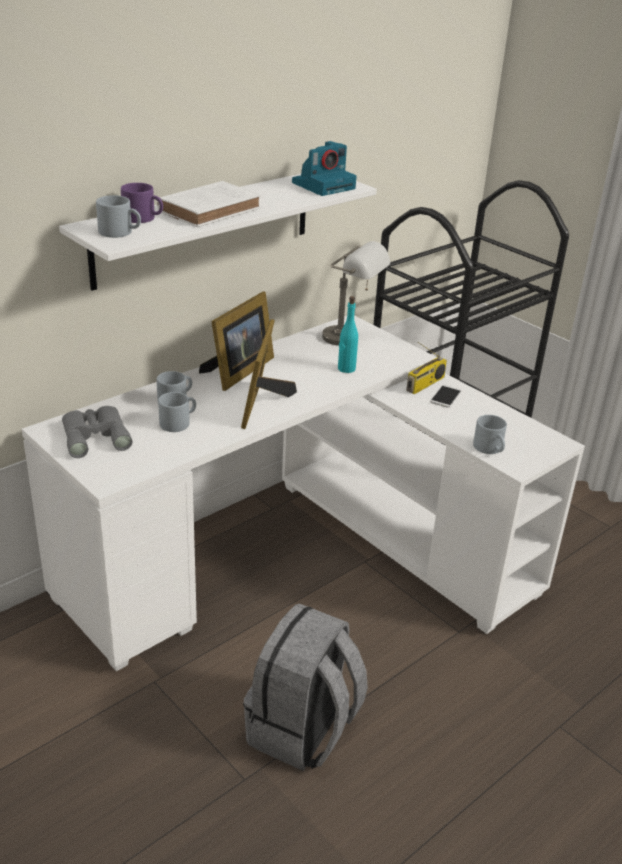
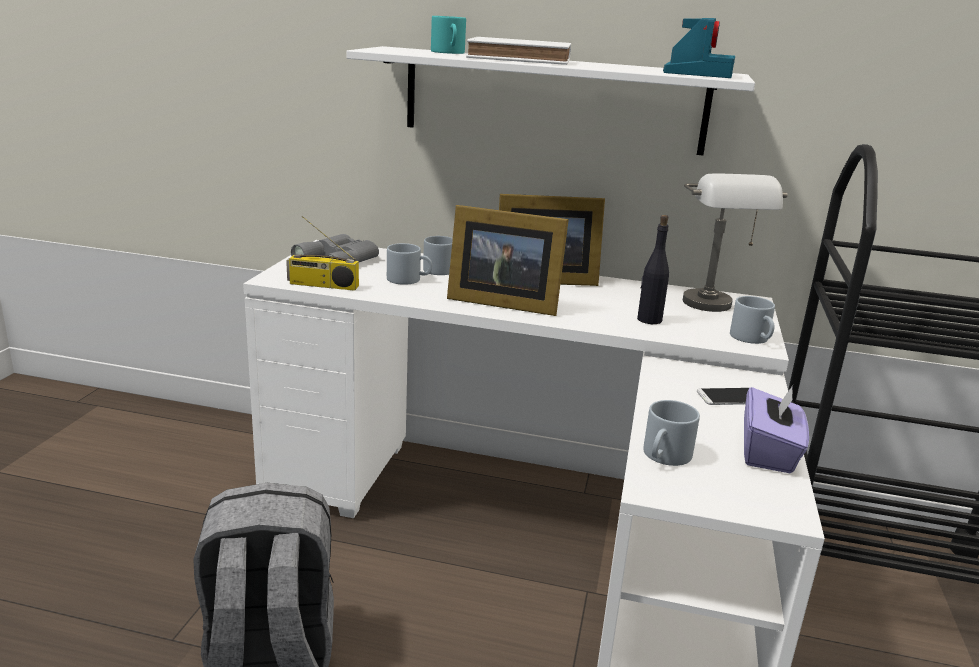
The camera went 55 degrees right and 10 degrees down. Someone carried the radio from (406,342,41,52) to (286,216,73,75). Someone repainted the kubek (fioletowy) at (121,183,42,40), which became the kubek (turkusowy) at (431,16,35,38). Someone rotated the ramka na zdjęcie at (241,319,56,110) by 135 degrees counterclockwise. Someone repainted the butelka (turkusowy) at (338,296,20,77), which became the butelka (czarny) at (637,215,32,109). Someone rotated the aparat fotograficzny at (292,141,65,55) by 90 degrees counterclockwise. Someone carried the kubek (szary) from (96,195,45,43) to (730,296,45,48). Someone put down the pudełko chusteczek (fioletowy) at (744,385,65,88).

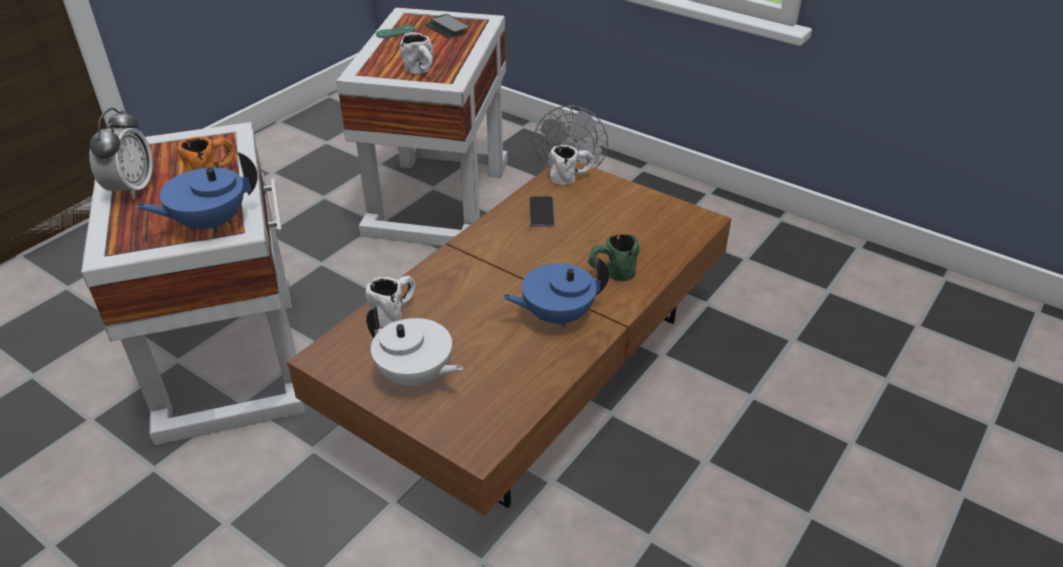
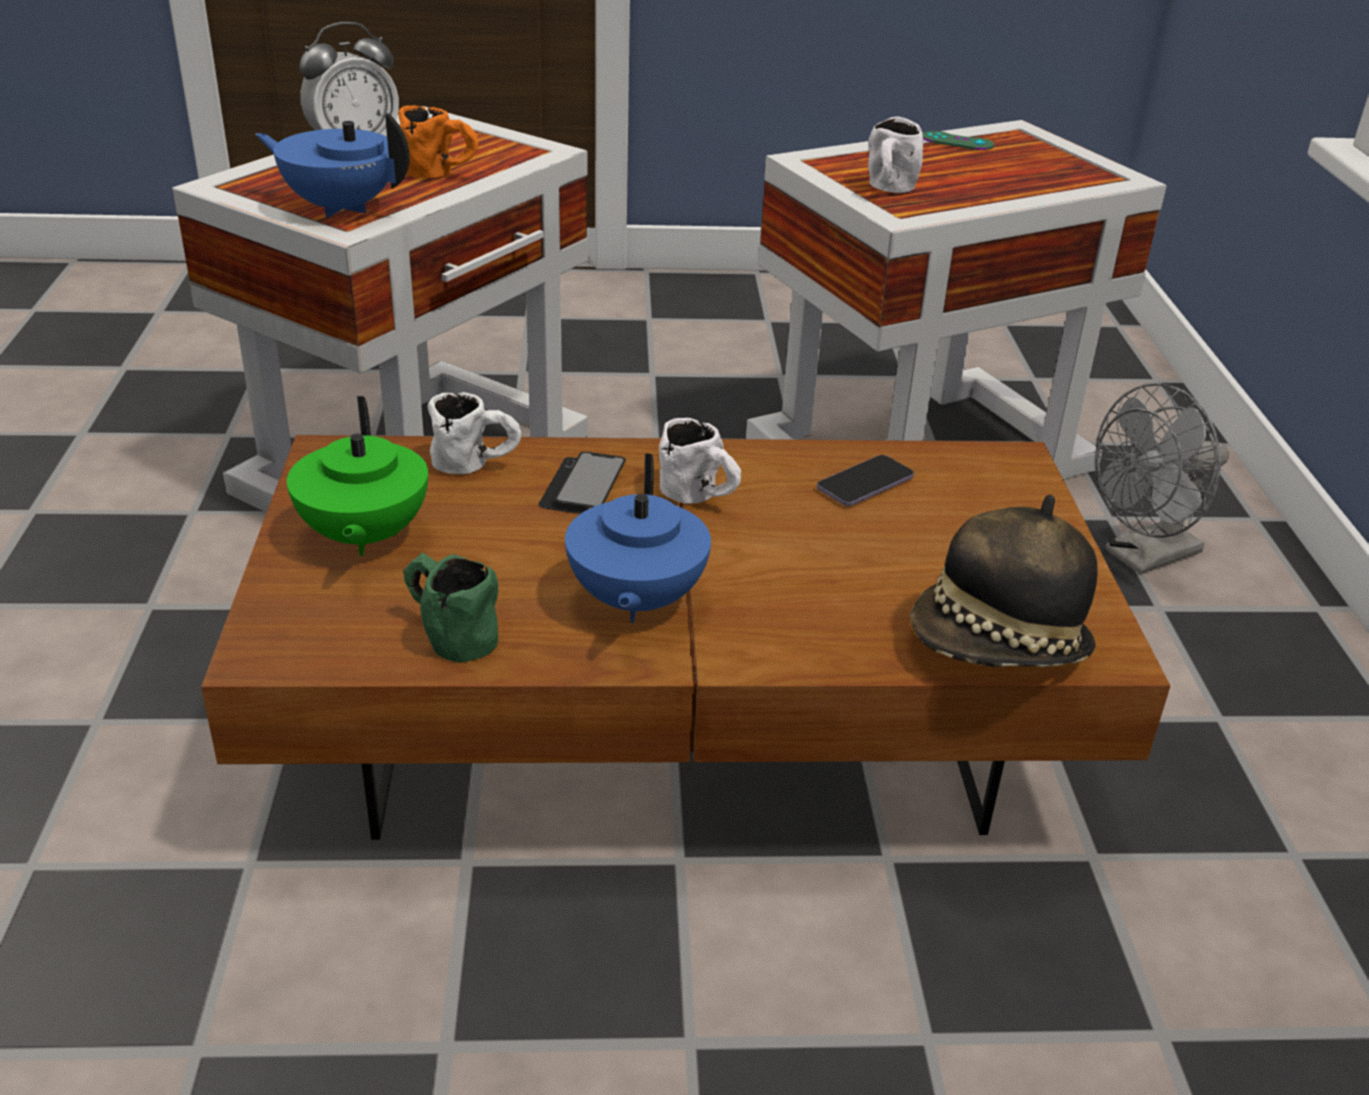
The camera went 50 degrees right and 5 degrees down. Someone repainted the imbryk (biały) at (366,307,97,81), which became the imbryk (zielony) at (287,396,141,160). Someone carried the kubek (zielony) from (588,234,52,47) to (403,552,95,110). Someone carried the telefon from (425,14,45,24) to (538,452,88,62). Someone rotated the imbryk (niebieski) at (502,257,107,70) by 120 degrees counterclockwise. Someone carried the kubek (biały) from (550,145,44,40) to (659,418,82,86). Someone put down the kapelusz at (910,495,187,172).

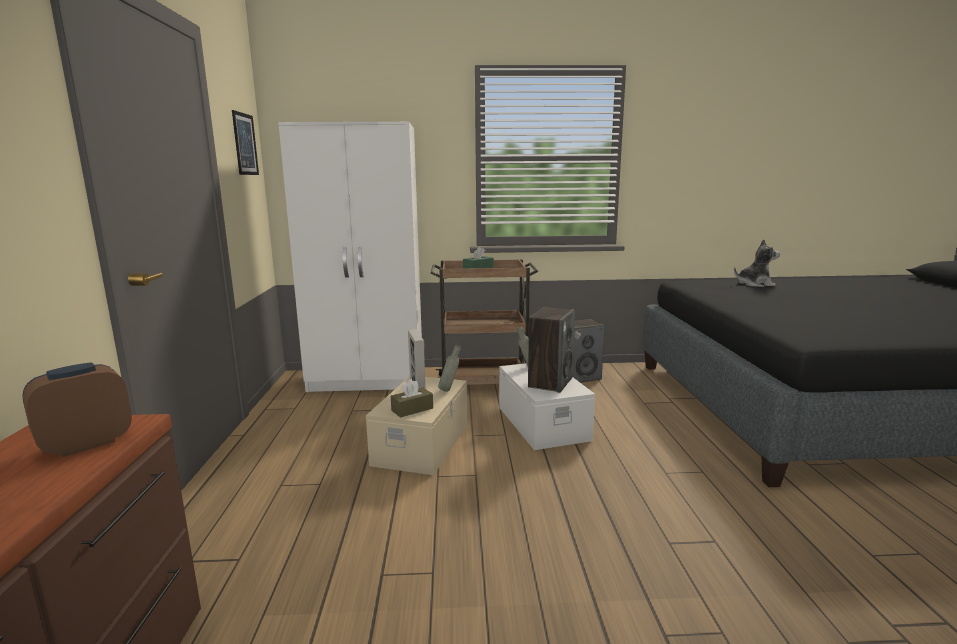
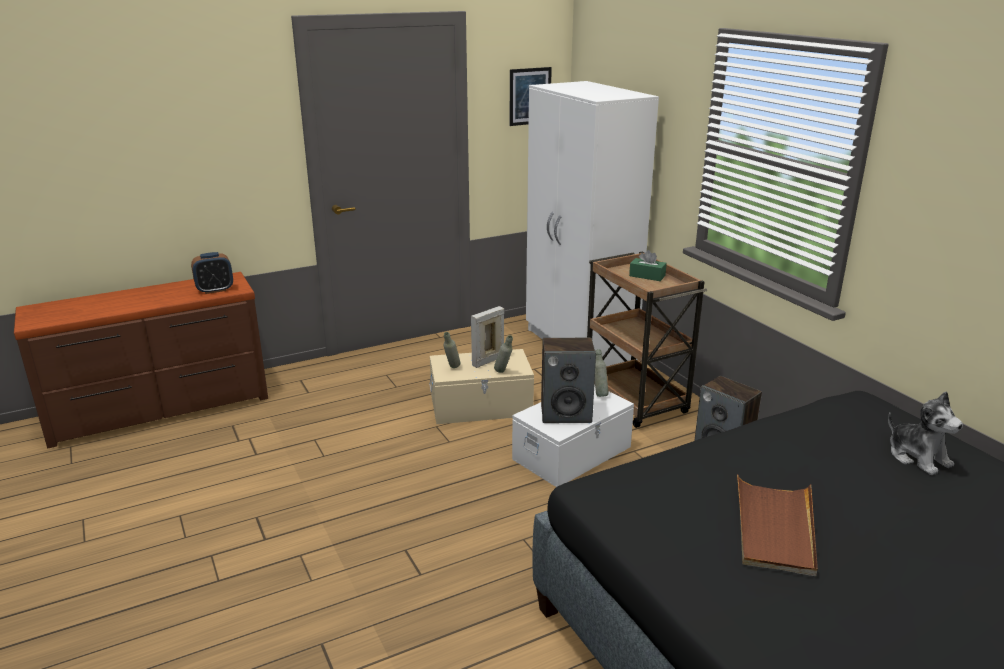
The camera went 65 degrees right and 10 degrees up. Someone rotated the budzik at (22,362,110,95) by 135 degrees clockwise. Someone swapped the pudełko chusteczek (brązowy) at (391,379,42,39) for the butelka (szary) at (444,332,16,36). Someone put down the taca (brązowy) at (737,474,81,102).

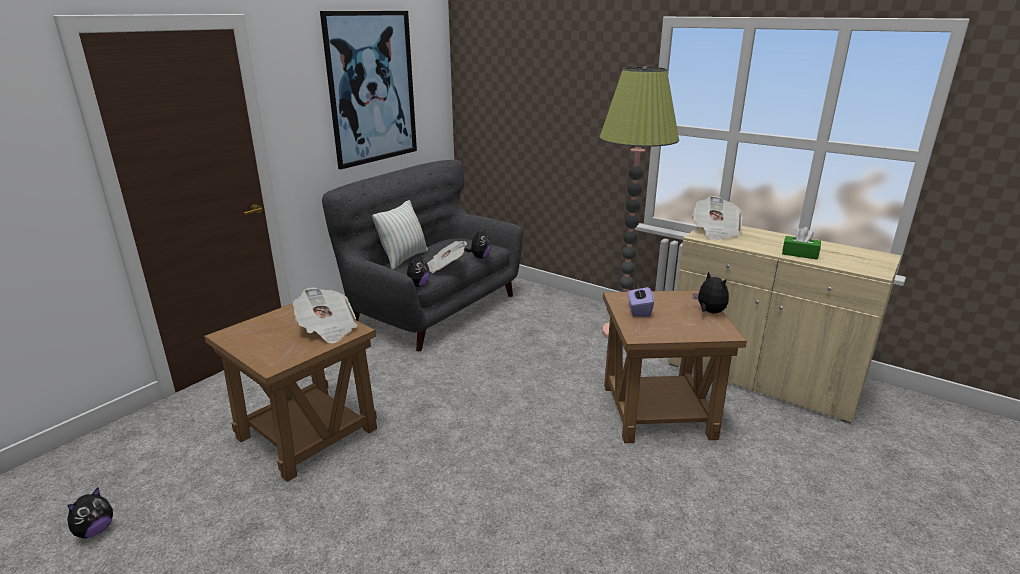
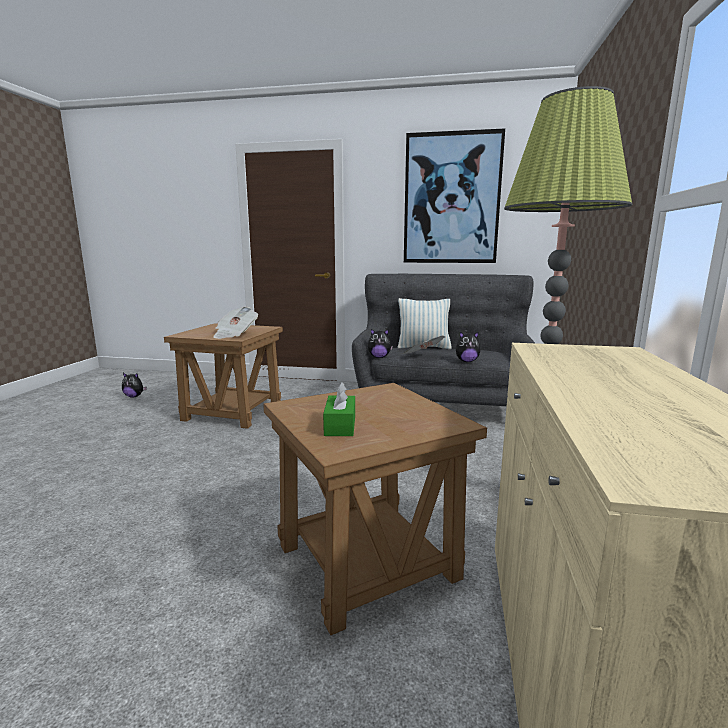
The camera went 65 degrees right and 10 degrees down. Someone carried the pudełko chusteczek (zielony) from (782,227,39,33) to (323,382,32,54). Someone took away the pudełko chusteczek (fioletowy) at (628,286,26,31). Someone took away the gazeta at (692,196,51,44). Someone took away the pluszak at (693,271,36,42).

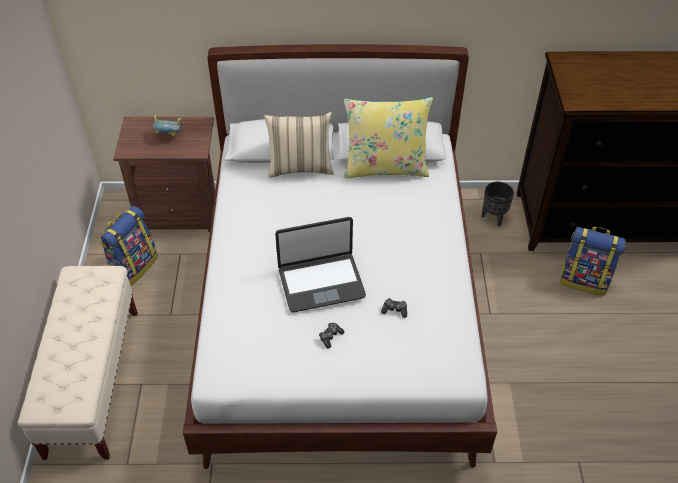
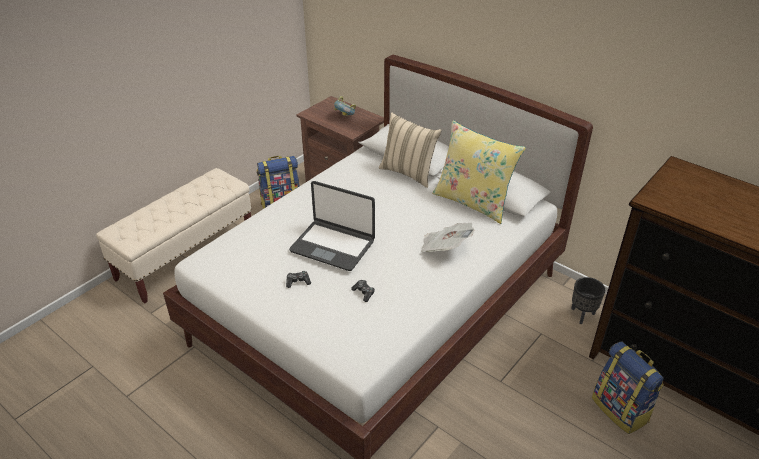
The camera went 40 degrees right and 10 degrees down. Someone put down the gazeta at (421,223,53,29).

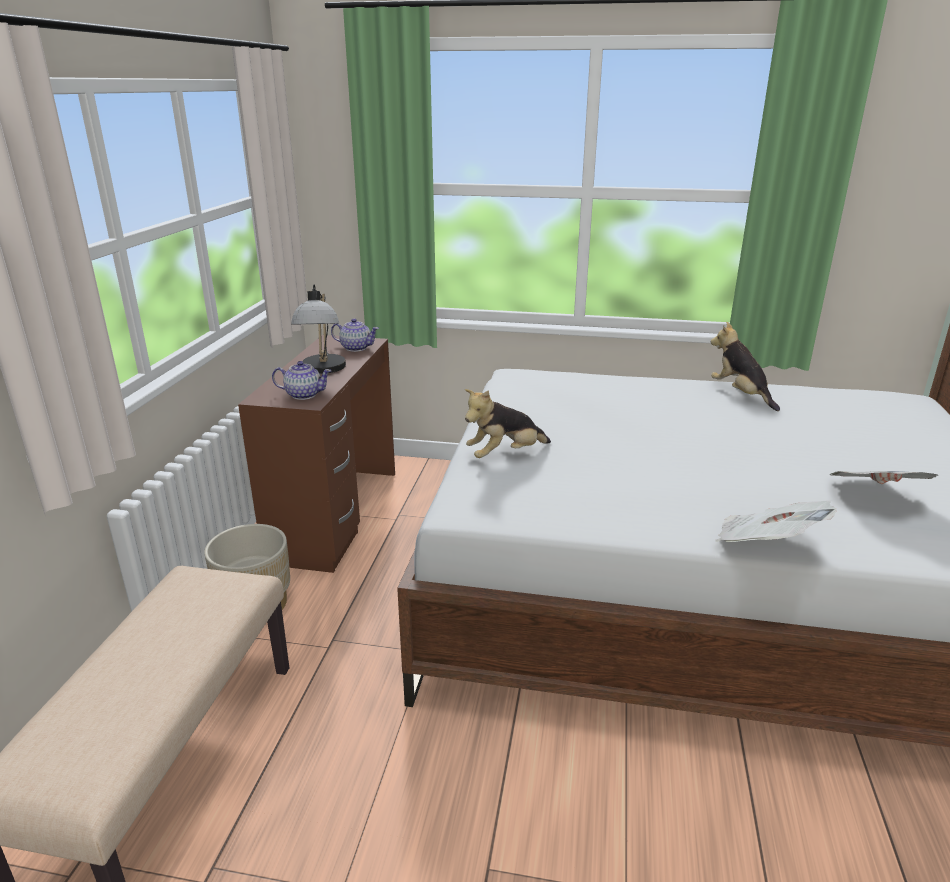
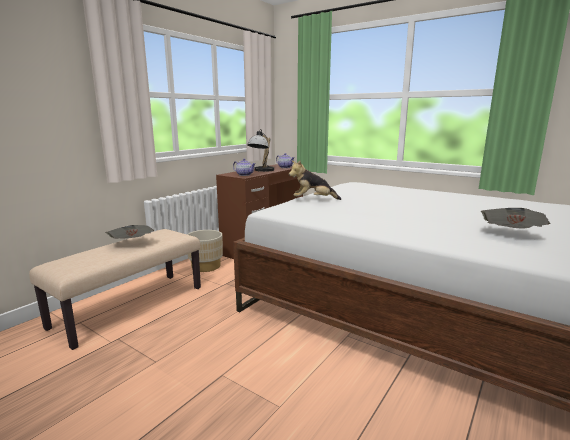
The camera went 25 degrees right and 10 degrees down. Someone carried the gazeta from (716,500,121,42) to (105,225,49,14). Someone took away the pluszak at (711,322,69,89).

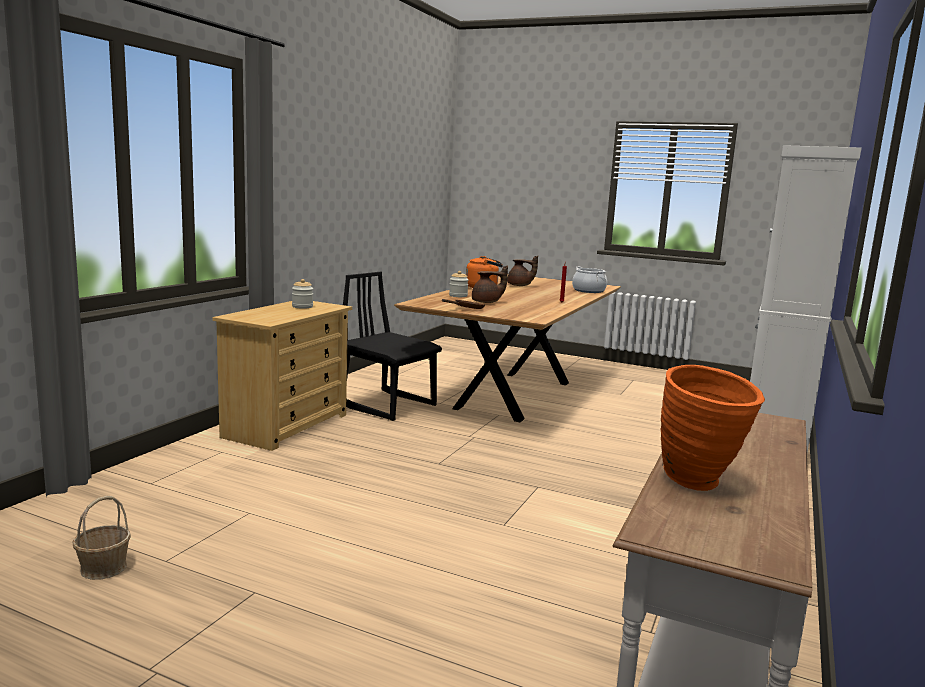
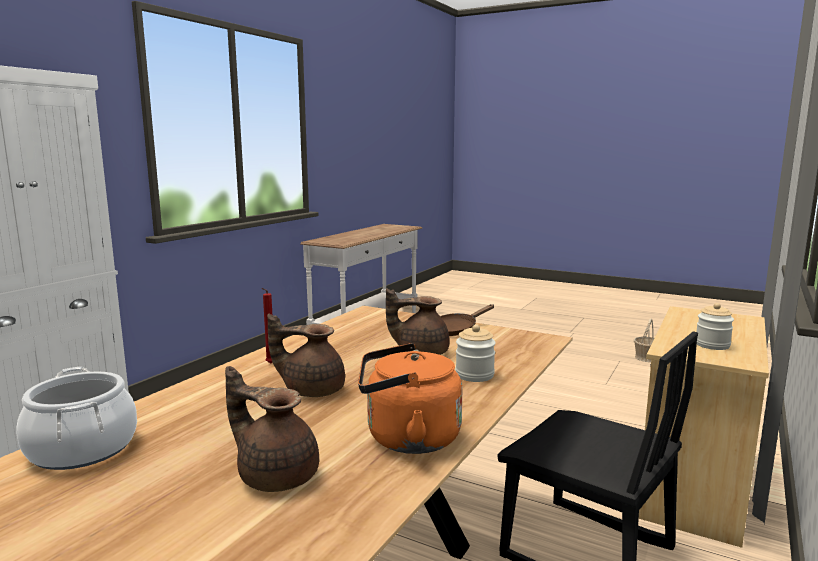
The camera went 175 degrees left and 0 degrees up. Someone put down the imbryk (brązowy) at (267,314,78,83). Someone took away the wazon (pomarańczowy) at (661,365,104,126).

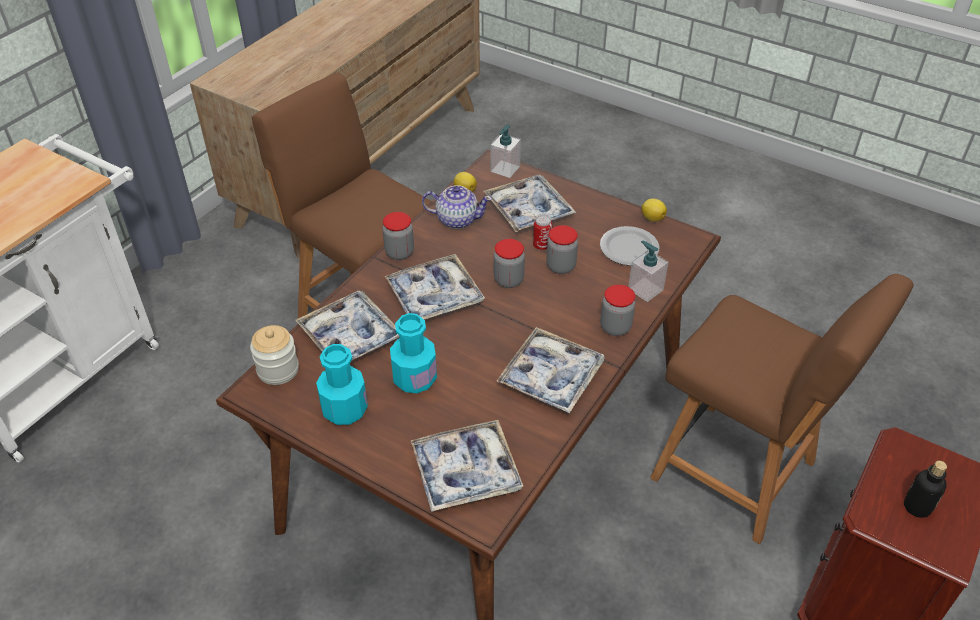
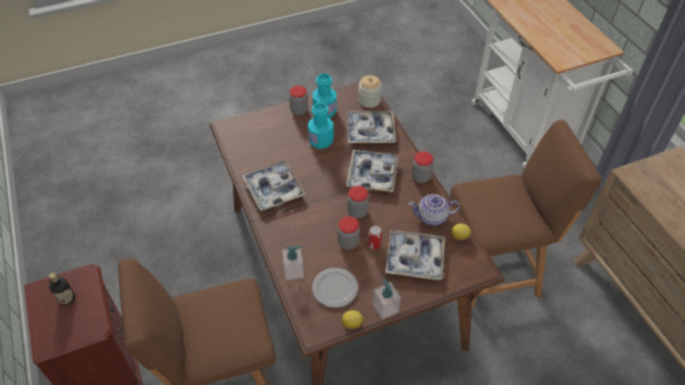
The camera went 125 degrees right and 5 degrees up. Someone carried the słoik from (600,285,35,51) to (289,86,19,29). Someone carried the dozownik mydła from (490,125,31,53) to (373,278,28,42). Someone rotated the imbryk at (422,185,70,44) by 45 degrees clockwise. Someone took away the taca at (411,420,113,92).

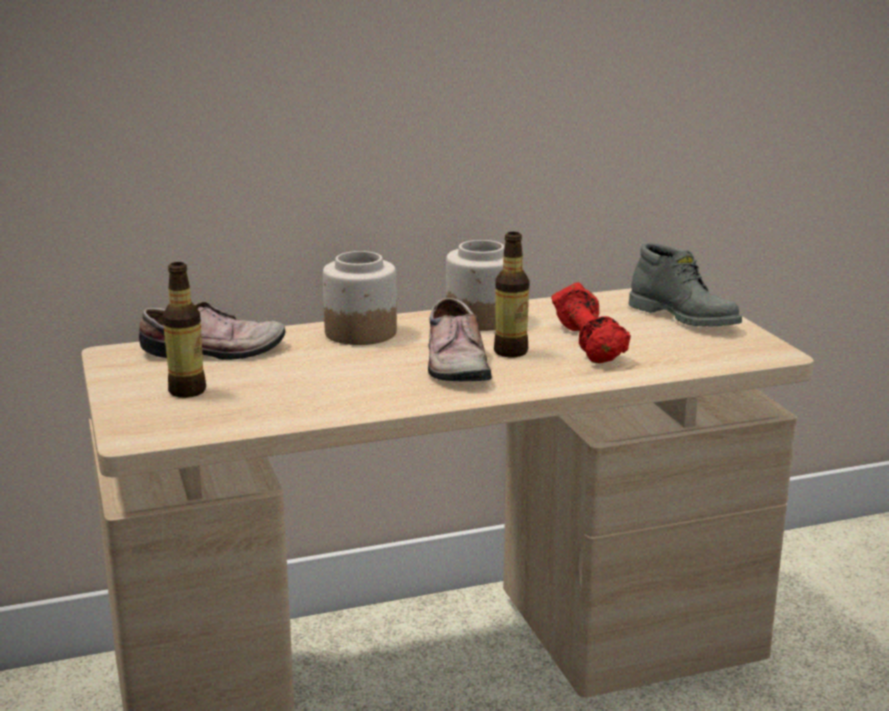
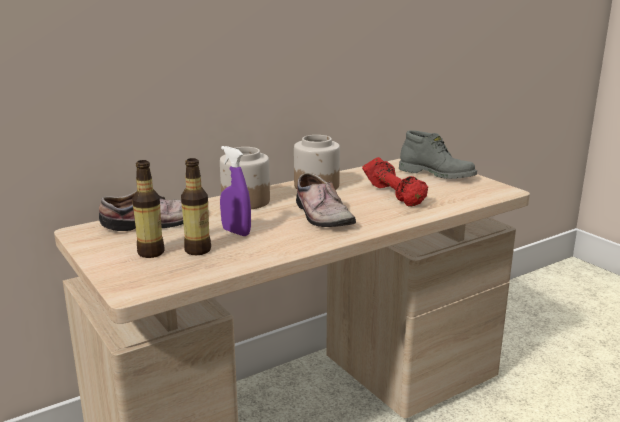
The camera went 15 degrees left and 0 degrees up. Someone carried the butelka from (494,232,35,125) to (181,158,30,97). Someone put down the spryskiwacz (fioletowy) at (220,146,31,90).

